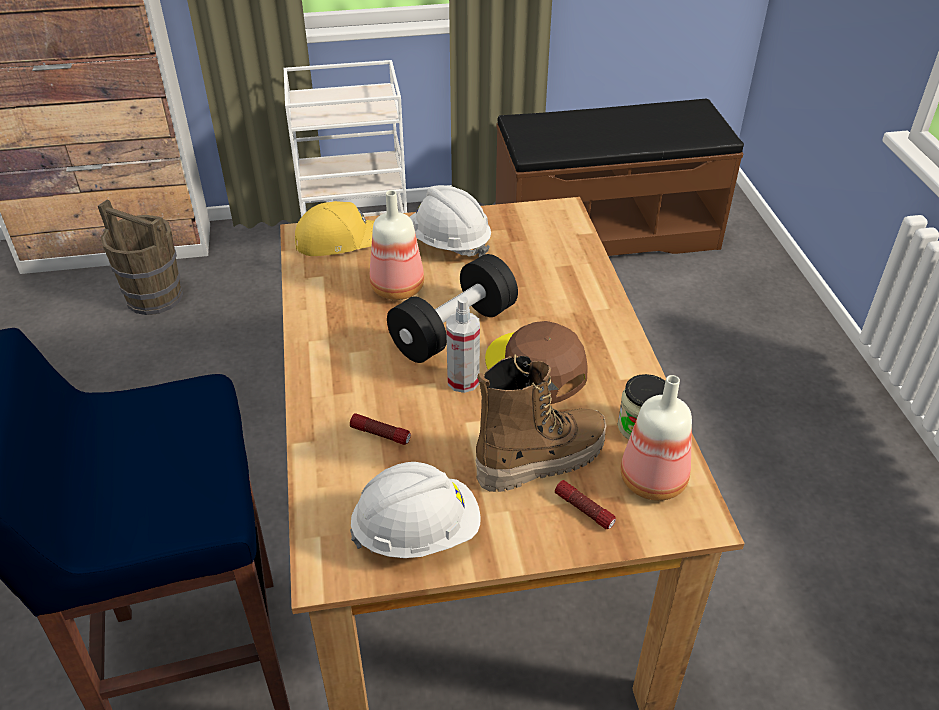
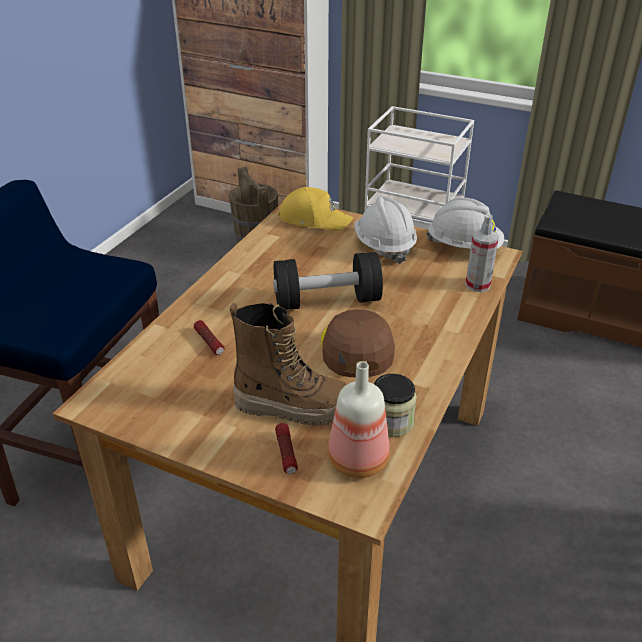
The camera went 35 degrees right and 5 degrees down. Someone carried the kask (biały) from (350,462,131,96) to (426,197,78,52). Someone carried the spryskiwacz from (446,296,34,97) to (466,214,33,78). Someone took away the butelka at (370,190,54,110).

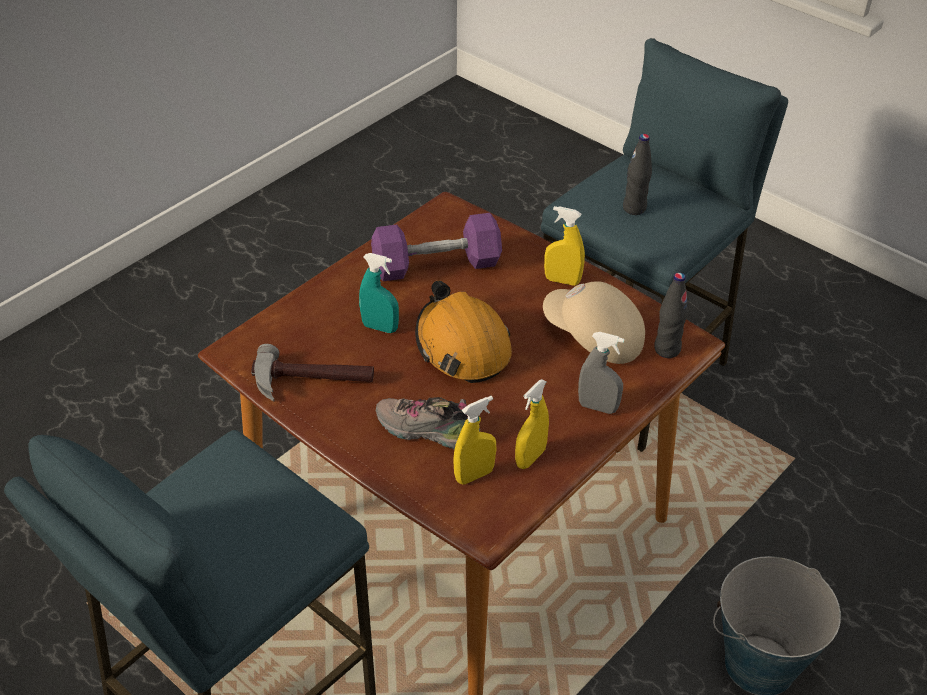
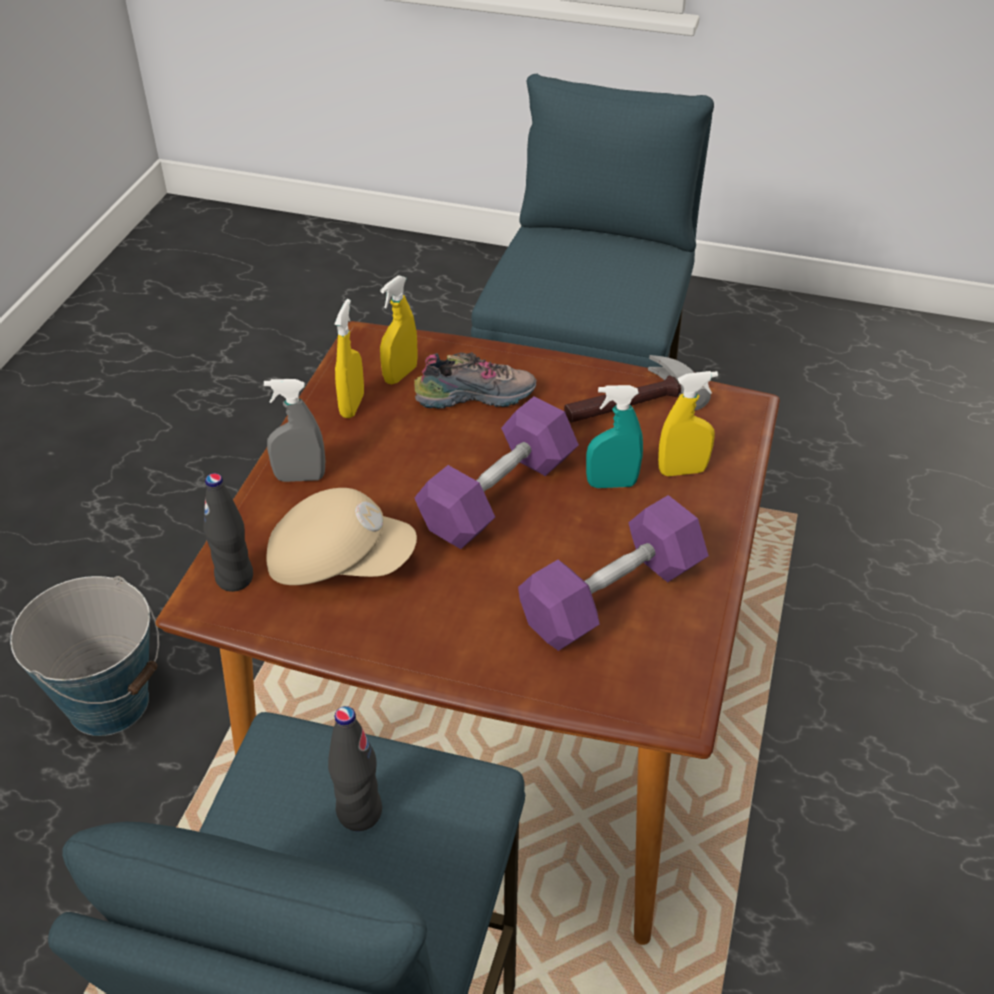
The camera went 155 degrees right and 0 degrees up. Someone swapped the kask (pomarańczowy) at (415,281,97,102) for the hantel (fioletowy) at (414,396,165,153). Someone carried the spryskiwacz (żółty) from (544,206,41,80) to (658,371,60,105).

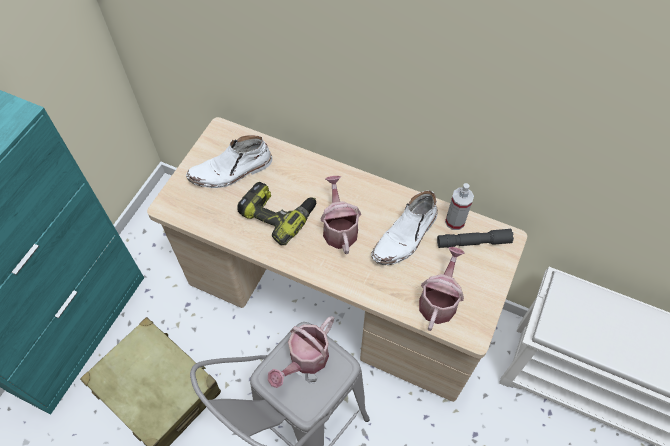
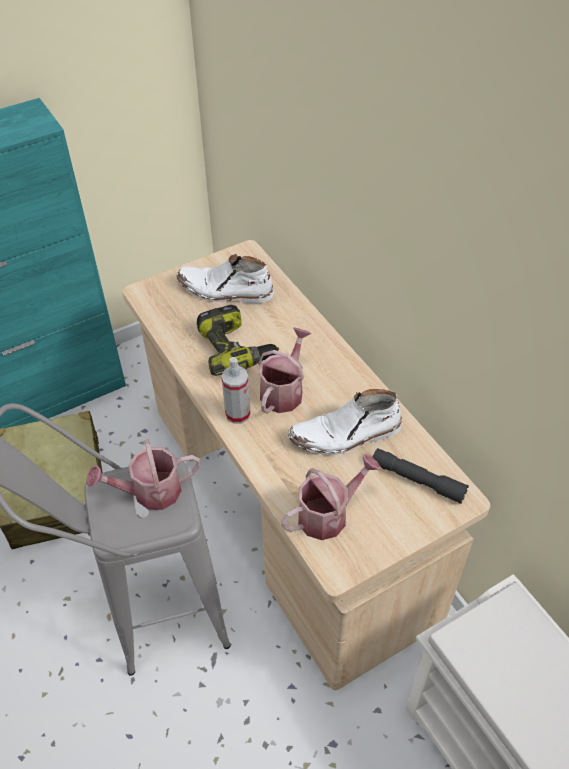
The camera went 35 degrees right and 10 degrees down. Someone carried the spryskiwacz from (445,183,29,47) to (221,357,30,67).

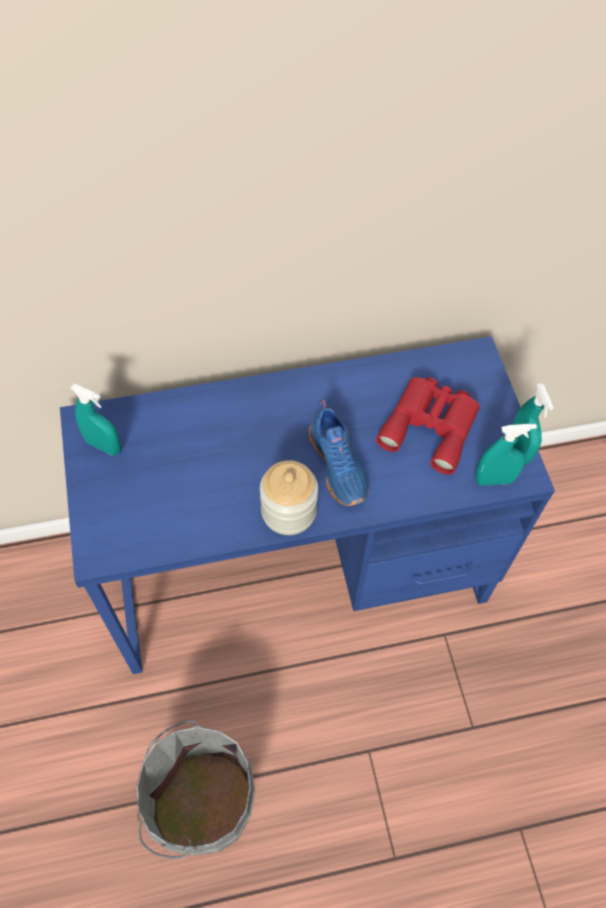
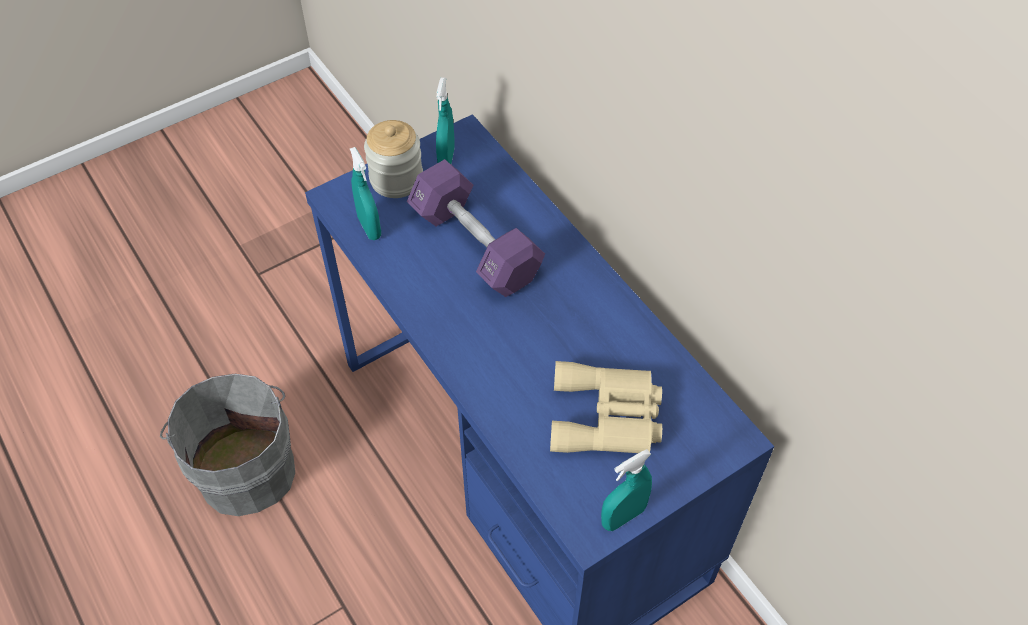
The camera went 70 degrees right and 5 degrees down. Someone carried the spryskiwacz (turkusowy) from (475,424,62,62) to (350,147,31,93). Someone carried the słoik from (260,460,58,75) to (364,120,59,78). Someone put down the hantel (fioletowy) at (407,159,138,138). Someone repainted the lornetka (czerwony) at (376,377,104,98), which became the lornetka (beżowy) at (550,361,112,92). Someone took away the but (niebieski) at (309,399,60,107).

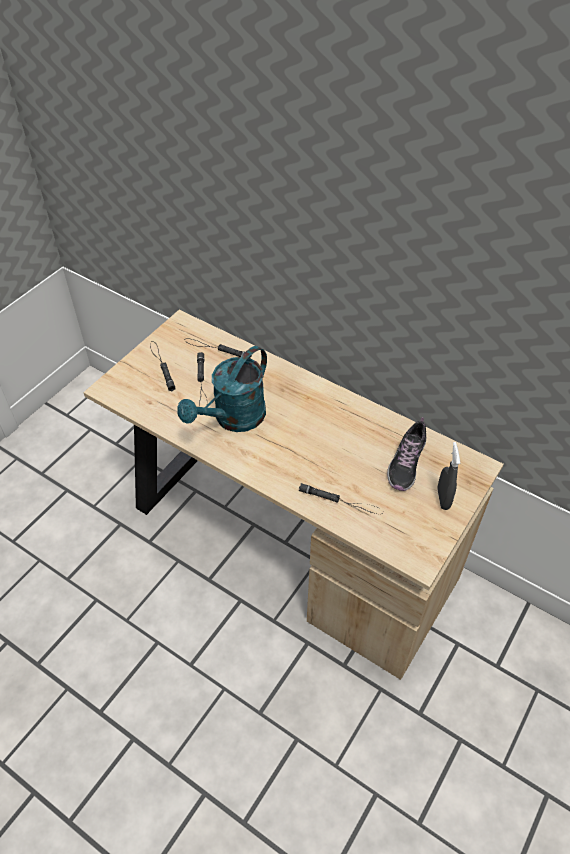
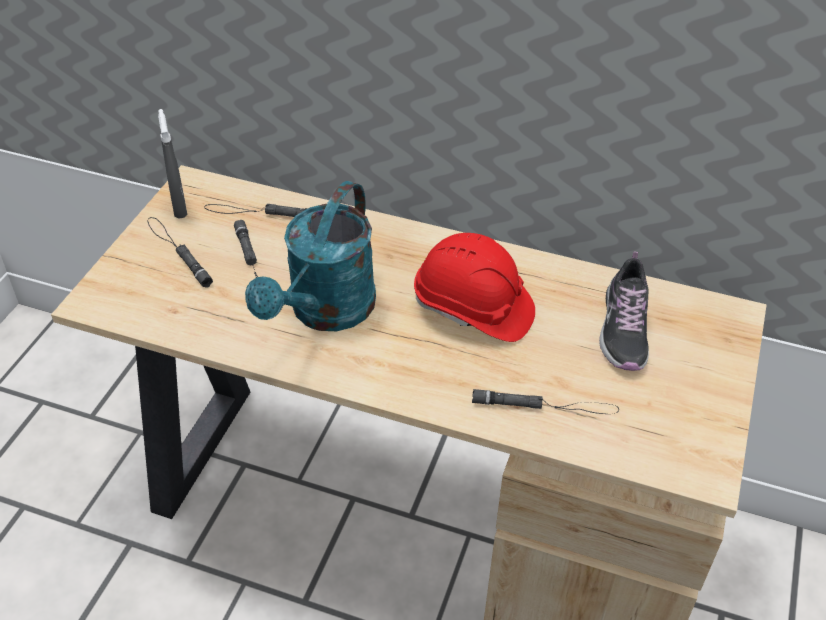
The camera went 15 degrees left and 5 degrees down. Someone carried the spryskiwacz (szary) from (437,442,23,68) to (158,109,29,110). Someone put down the kask (czerwony) at (414,233,121,109).

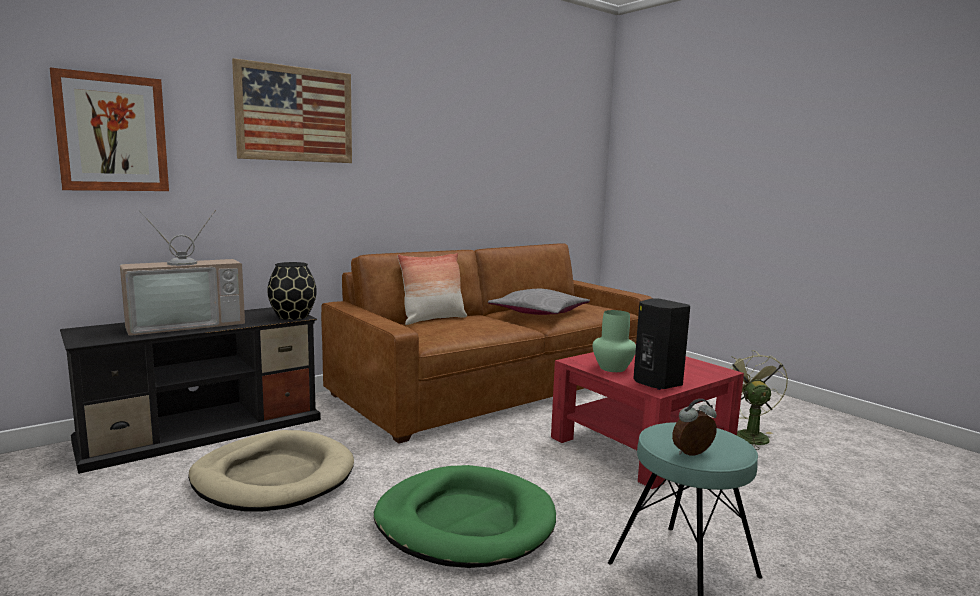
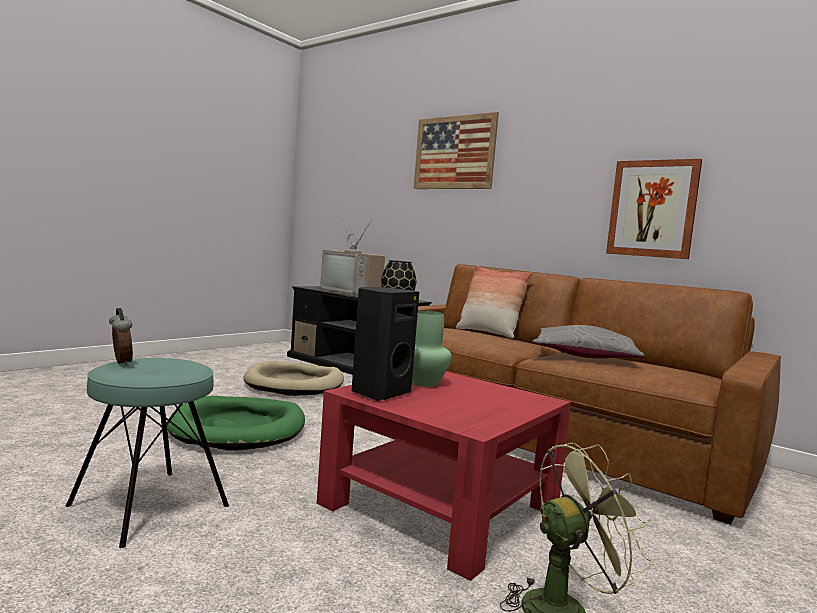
The camera went 75 degrees right and 5 degrees down. Someone carried the obraz from (49,68,120,123) to (606,159,96,100).

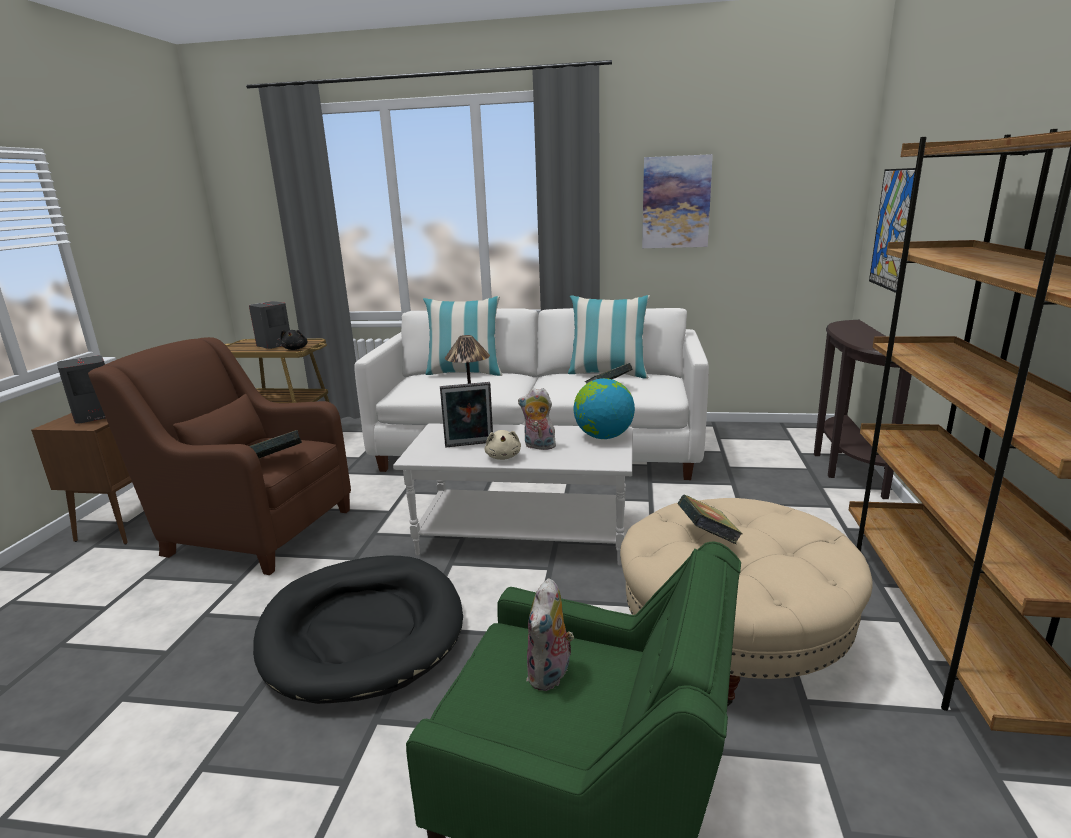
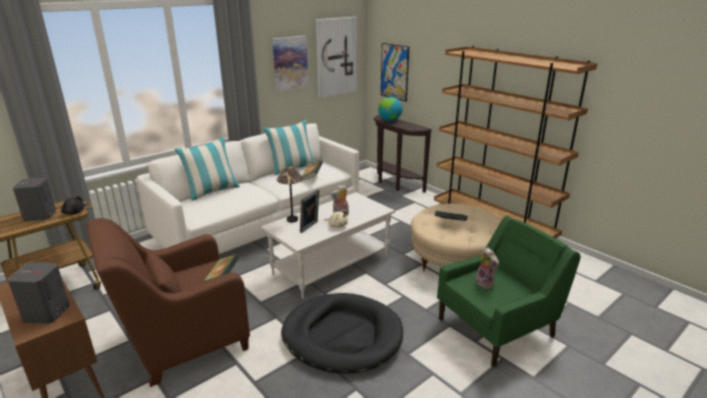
The camera went 50 degrees left and 5 degrees up. Someone put up the obraz at (316,17,41,81). Someone carried the globus from (574,378,61,61) to (378,97,24,24).

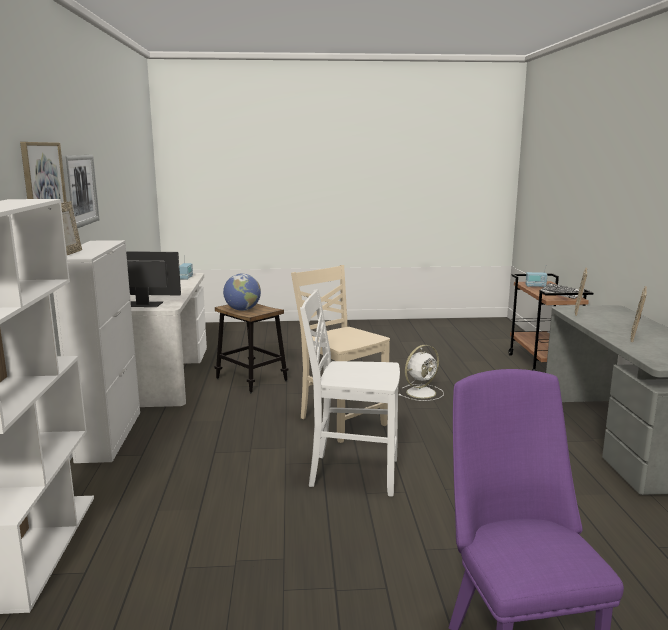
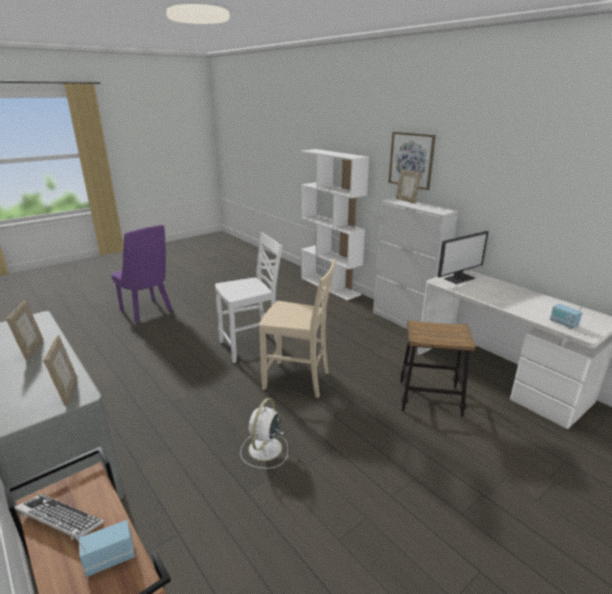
The camera went 145 degrees right and 10 degrees up. Someone took away the obraz at (62,155,37,73). Someone took away the globus at (223,274,38,37).

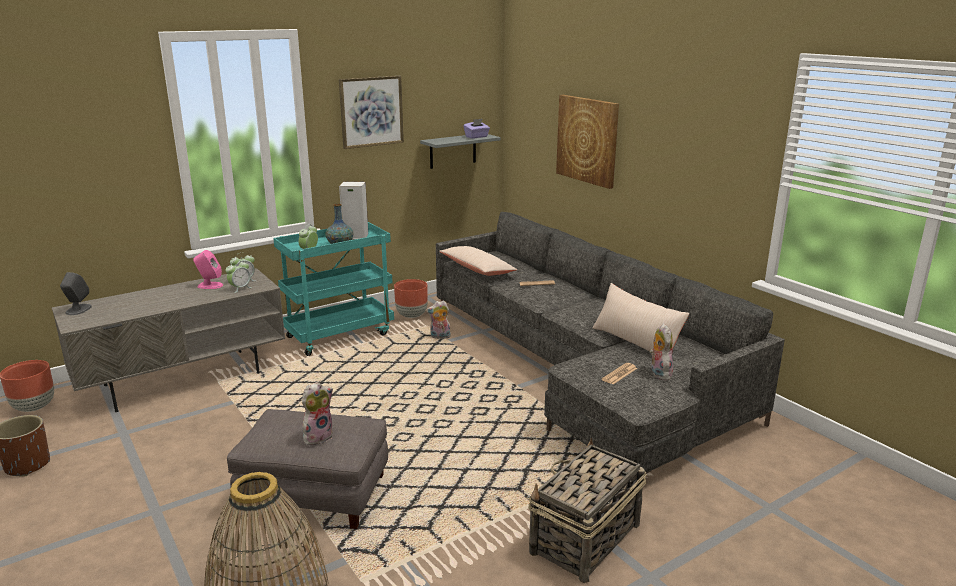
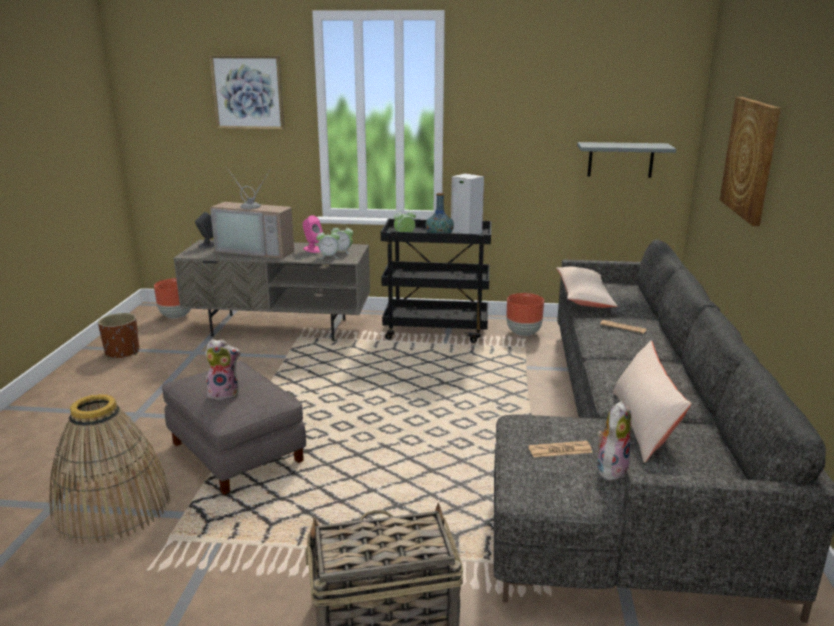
The camera went 40 degrees right and 0 degrees up. Someone carried the obraz from (339,76,65,73) to (209,55,75,75). Someone put down the telewizor at (210,166,84,93). Someone repainted the wózek (turkusowy) at (273,222,121,134), which became the wózek (czarny) at (381,219,110,124). Someone took away the pluszak at (426,300,26,39). Someone took away the pudełko chusteczek (fioletowy) at (463,119,27,19).

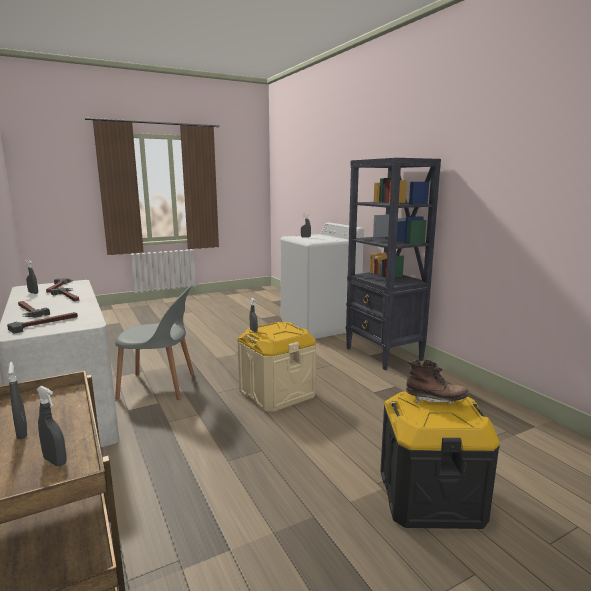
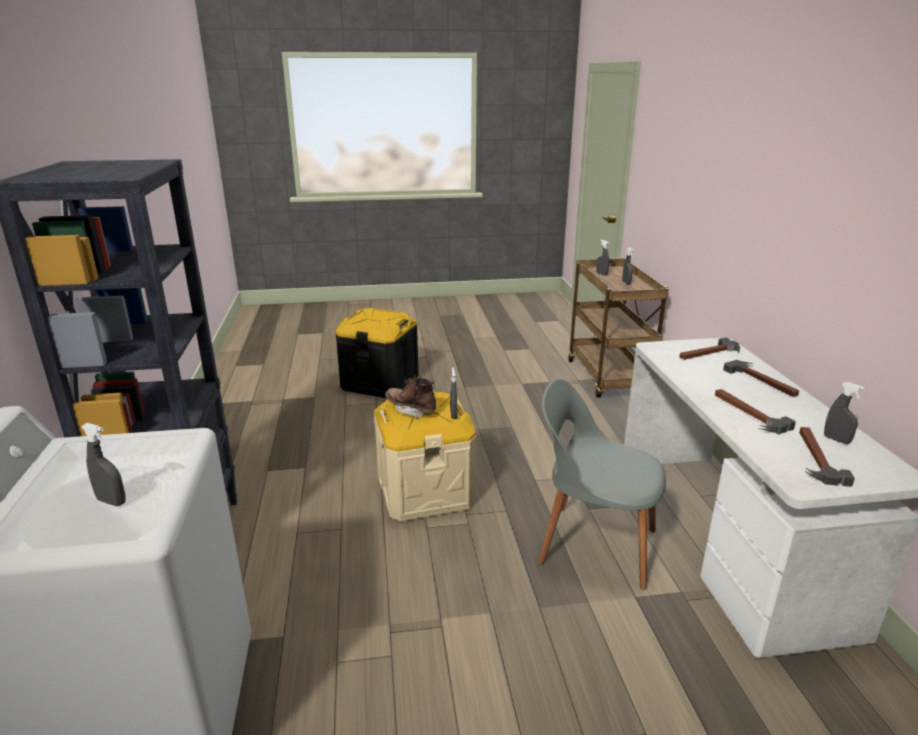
The camera went 160 degrees left and 10 degrees up. Someone carried the but z cholewką (brązowy) from (406,359,63,45) to (385,378,51,40).

